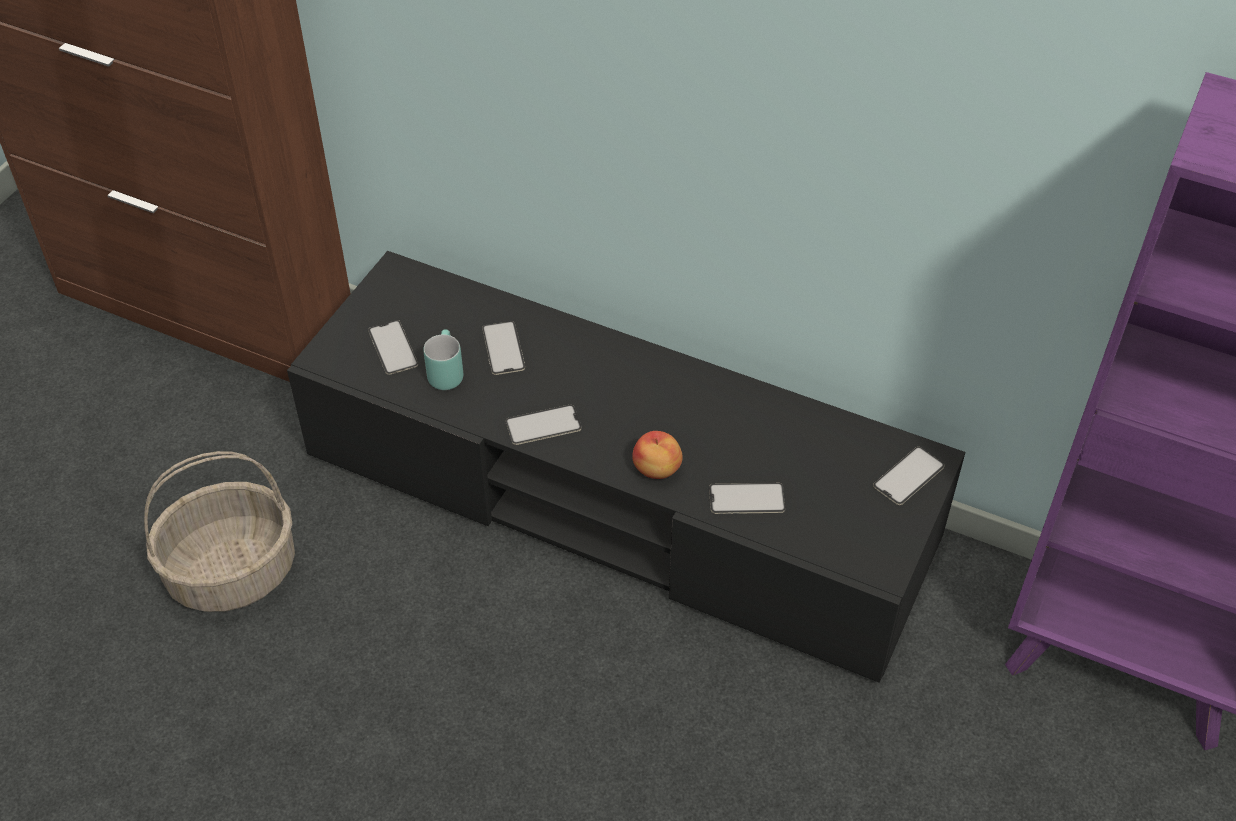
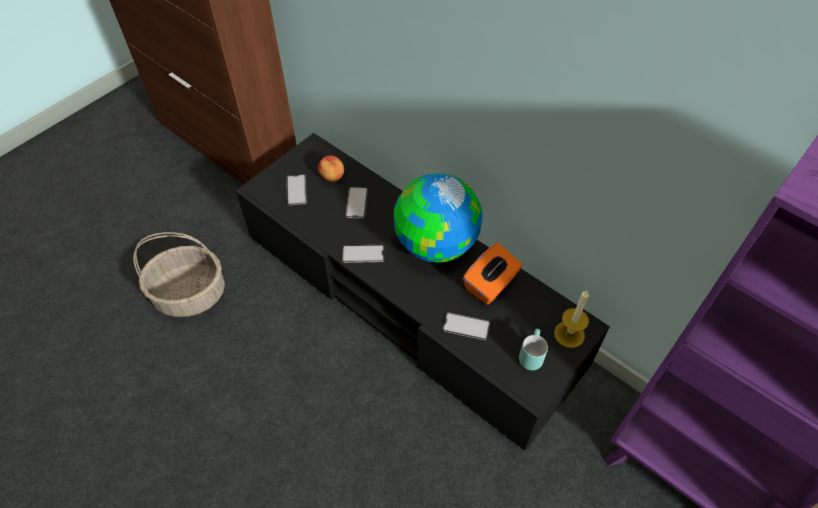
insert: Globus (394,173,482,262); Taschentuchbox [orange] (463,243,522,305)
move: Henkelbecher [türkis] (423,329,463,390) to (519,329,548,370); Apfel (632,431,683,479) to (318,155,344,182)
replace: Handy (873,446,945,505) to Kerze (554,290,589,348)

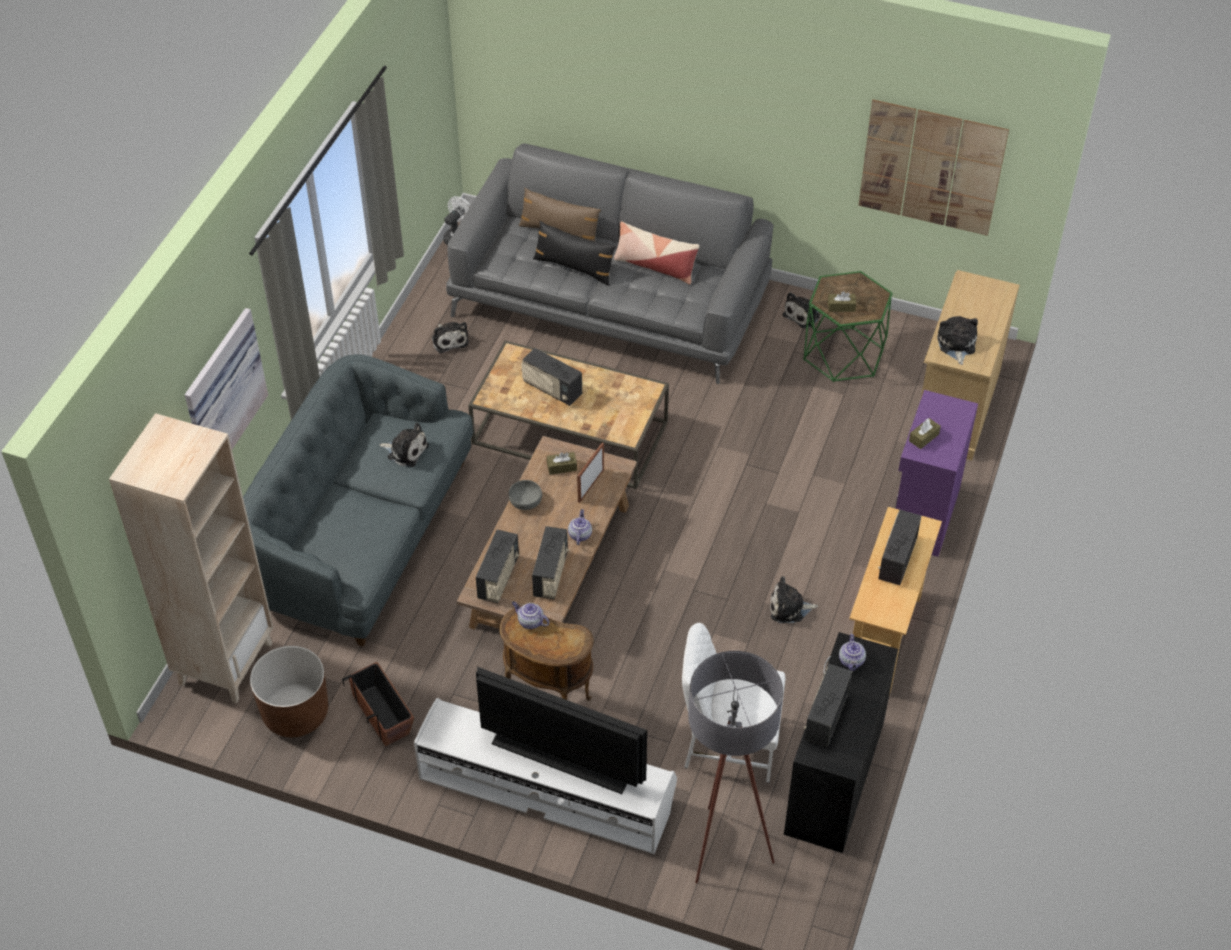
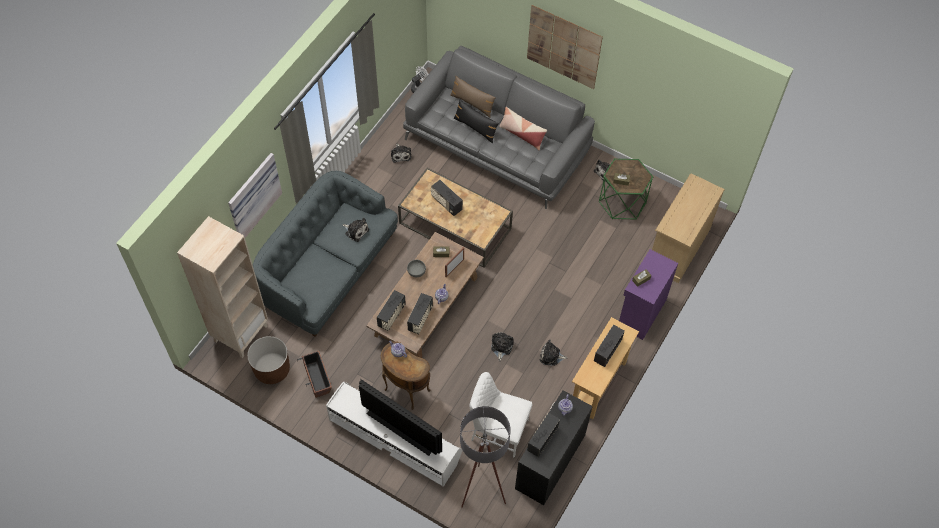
move: Bild (859,99,1009,236) to (527,5,603,89); Plüschtier (937,316,978,365) to (491,332,514,361)

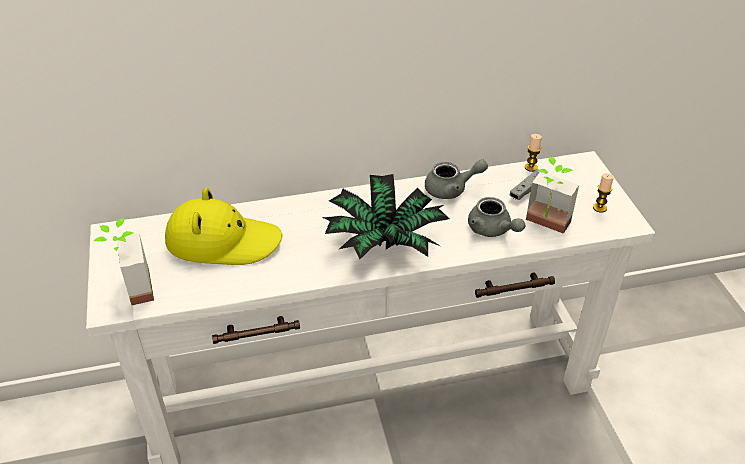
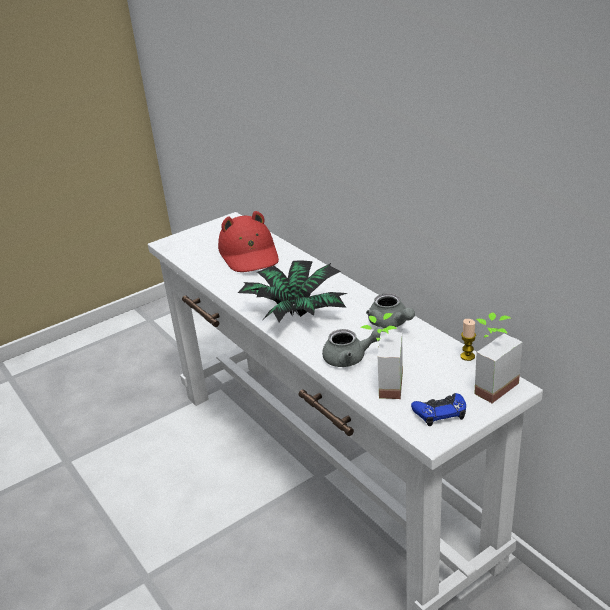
delete: Gamepad [grau] (510,169,547,200)
move: Topfpflanze (94,218,154,305) to (474,312,523,403)
replace: Kerze (593,173,614,213) to Gamepad [blau] (411,393,466,426)
recolor: Hut [gelb] (165,188,283,265) to Hut [rot] (218,211,279,272)
rotate: Teekanne [grau] (468,197,525,237) = (322,327,384,367) 120 degrees counterclockwise

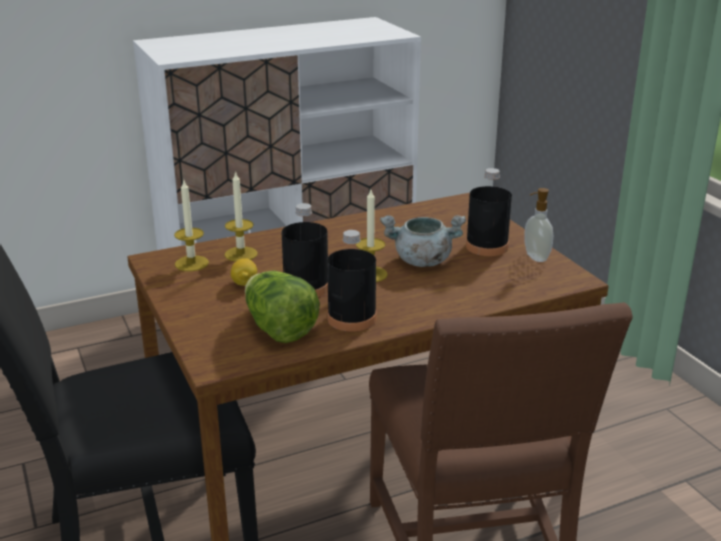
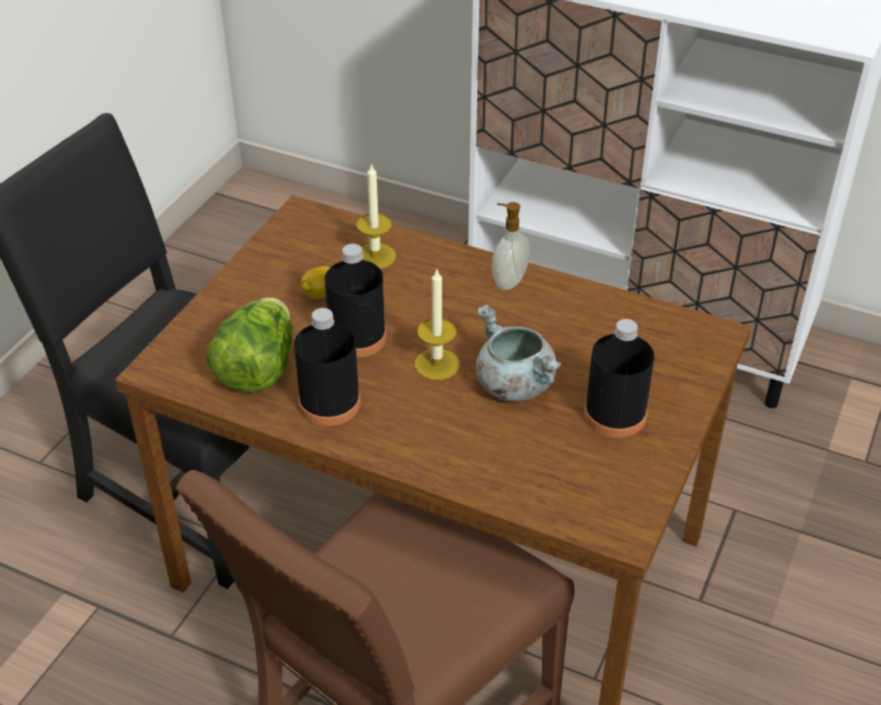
delete: Kerze (174,180,209,271)
move: Seifenspender (524,188,553,262) to (492,202,530,290)

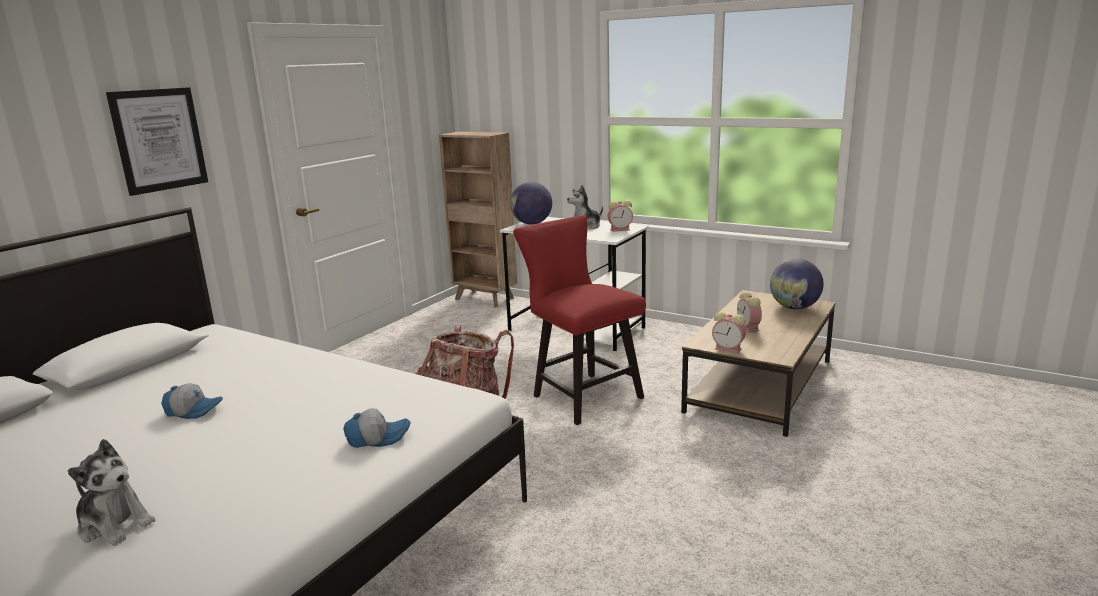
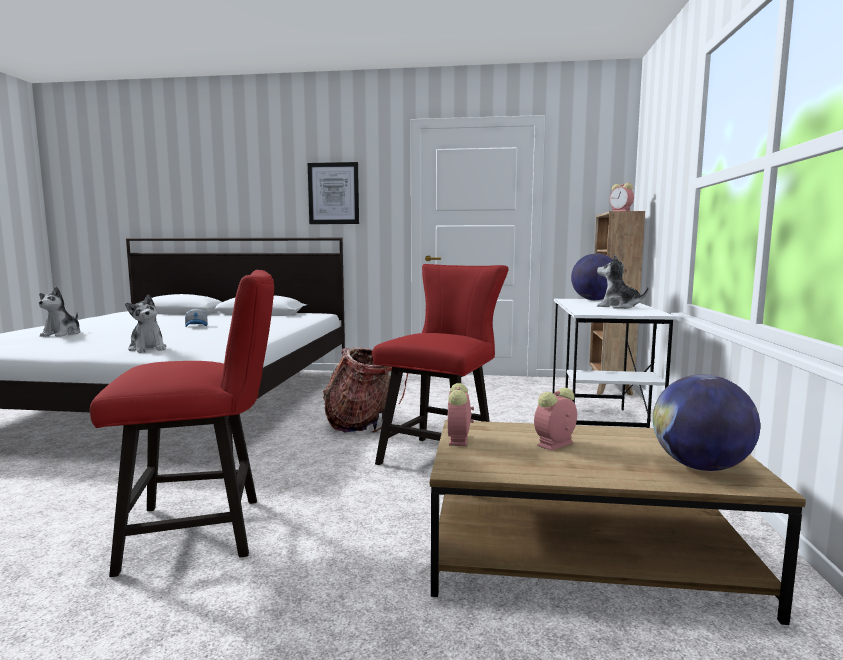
insert: Stuhl [rot] (90,270,274,577)
move: Wecker (608,200,633,232) to (610,183,634,211)
replace: Kappe (343,408,411,448) to Plüschtier (125,294,166,353)

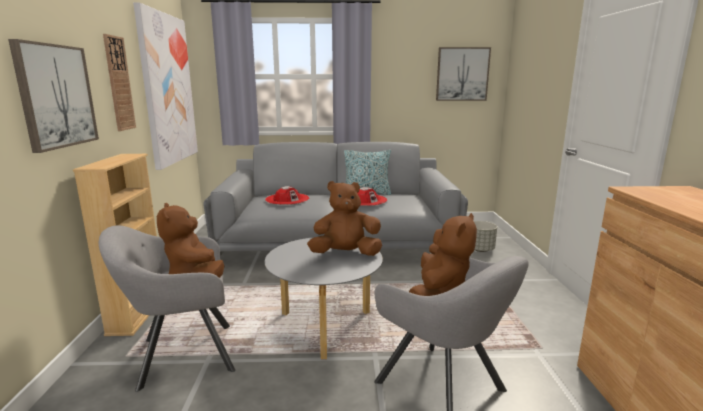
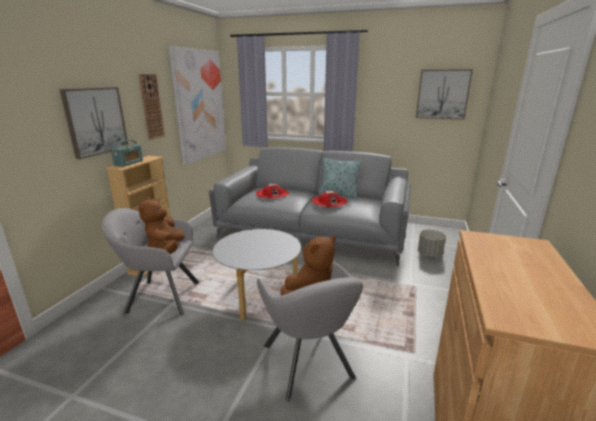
delete: Plüschtier [braun] (307,181,382,256)
insert: Radio (111,140,143,167)

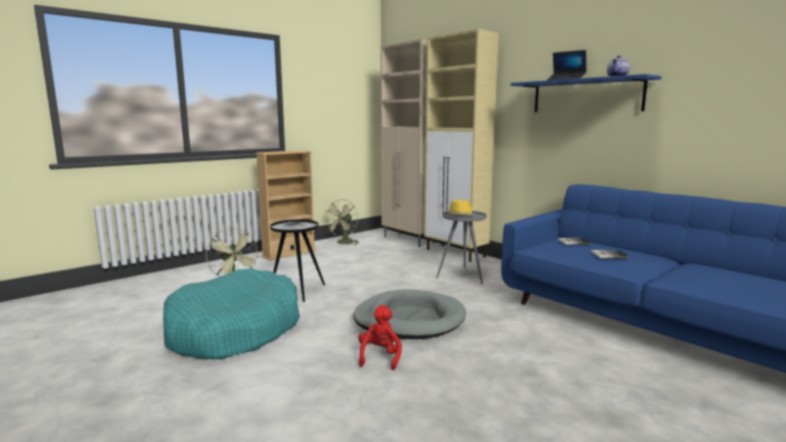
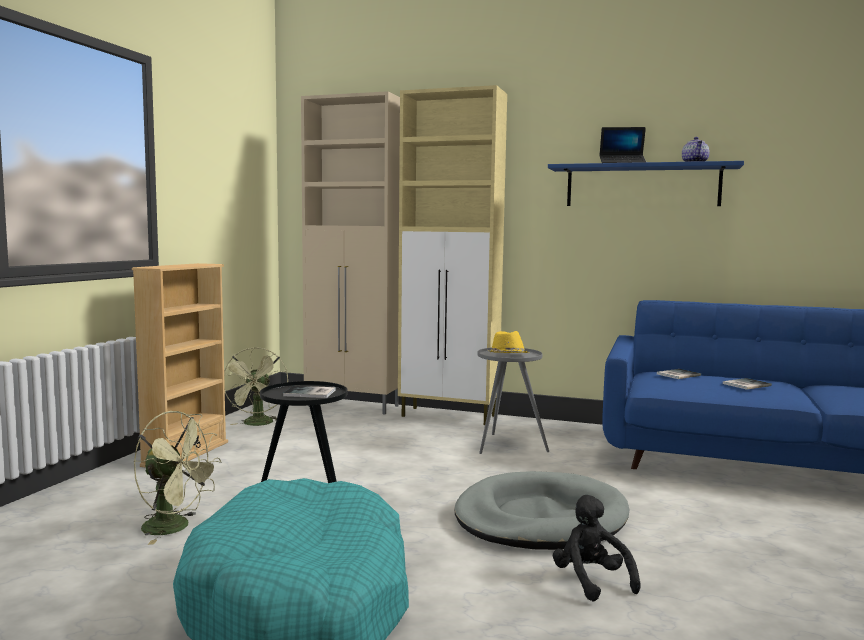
recolor: Plüschtier [rot] (358,305,402,370) to Plüschtier [schwarz] (553,495,641,602)

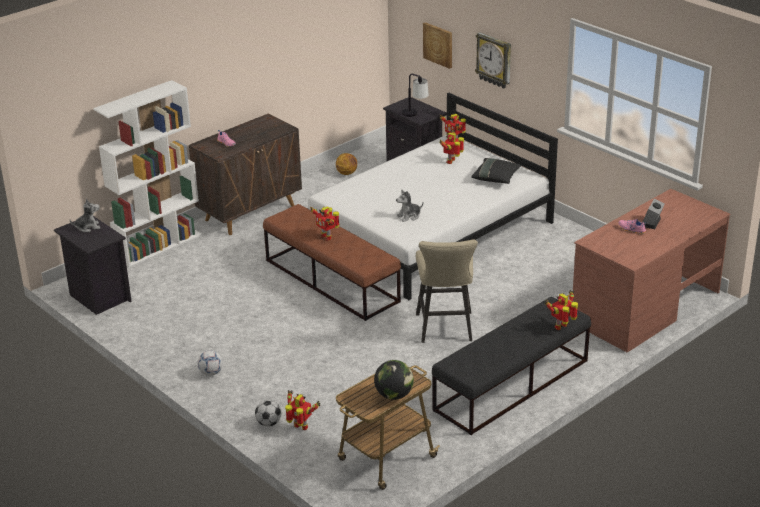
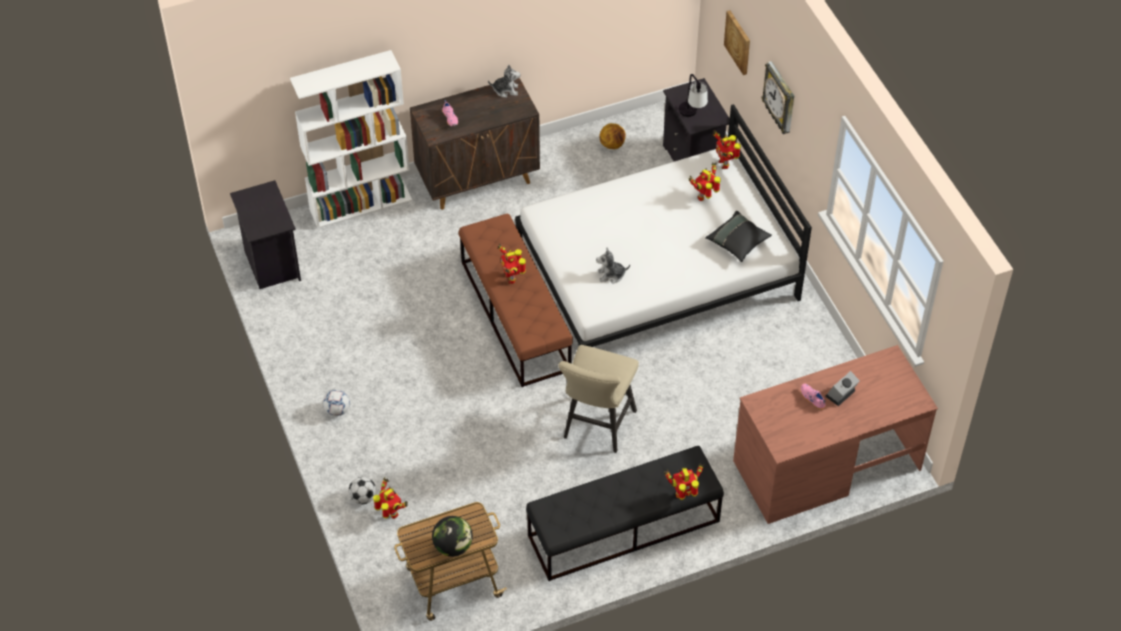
move: Plüschtier (70,198,100,232) to (488,65,520,98)

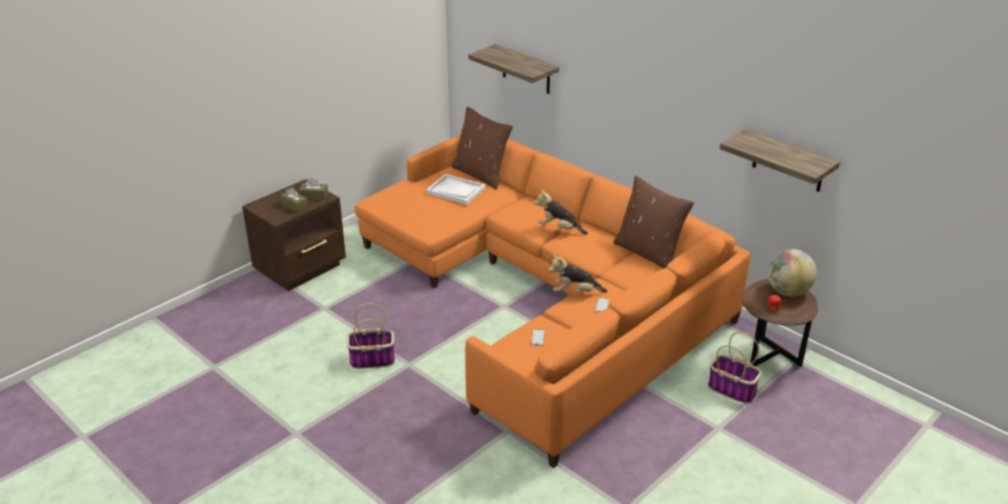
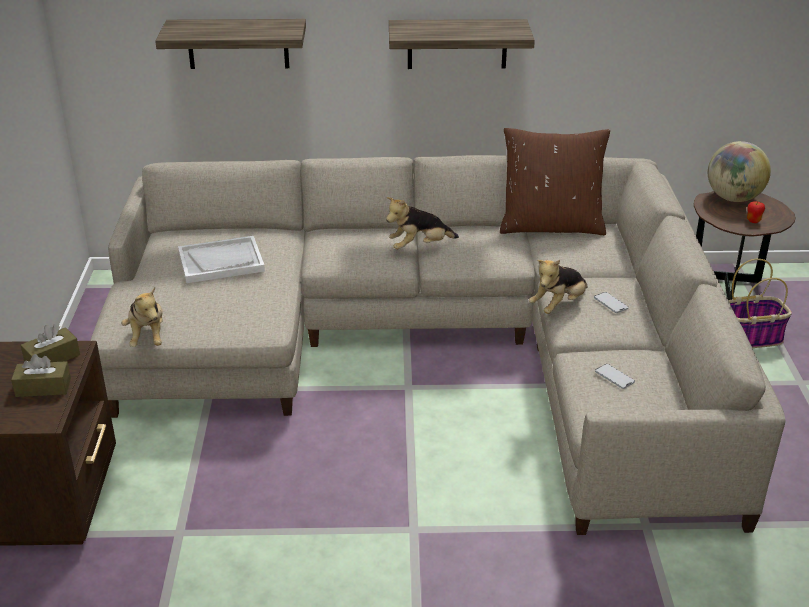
delete: Korb (346,303,395,369); Kissen [braun] (452,106,513,189)
insert: Plüschtier (121,287,163,347)
move: Wandregal (719,129,840,192) to (389,19,535,69)
recolor: Sofa [orange] (355,127,751,468) to Sofa [beige] (90,155,785,535)

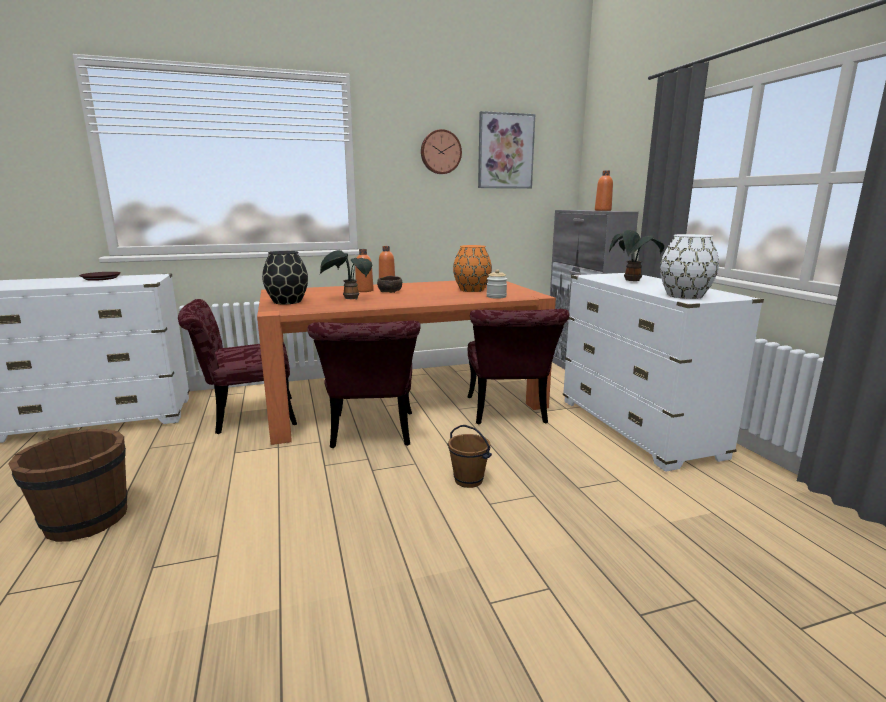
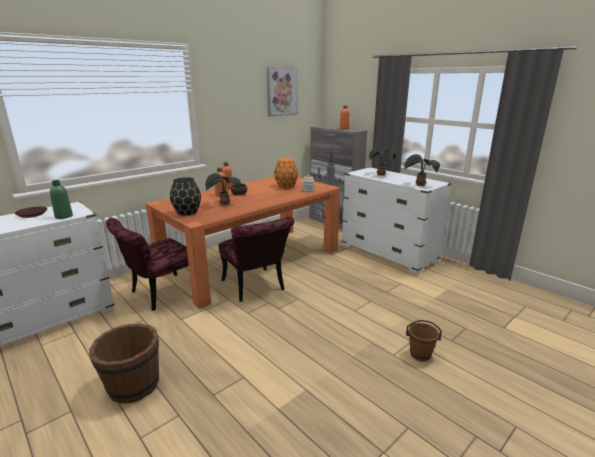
delete: Wanduhr (421,129,462,174); Stuhl [rot] (467,309,570,424)
insert: Flasche [grün] (50,180,73,219)
move: Eimer [braun] (448,425,492,488) to (406,320,442,361)
replace: Vase [weiß] (660,234,719,299) to Topfpflanze (404,154,440,186)

